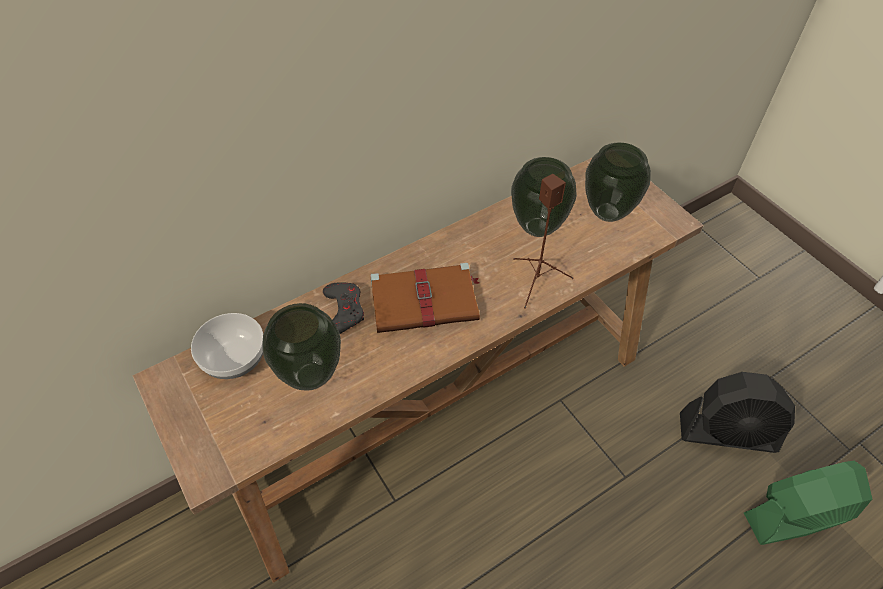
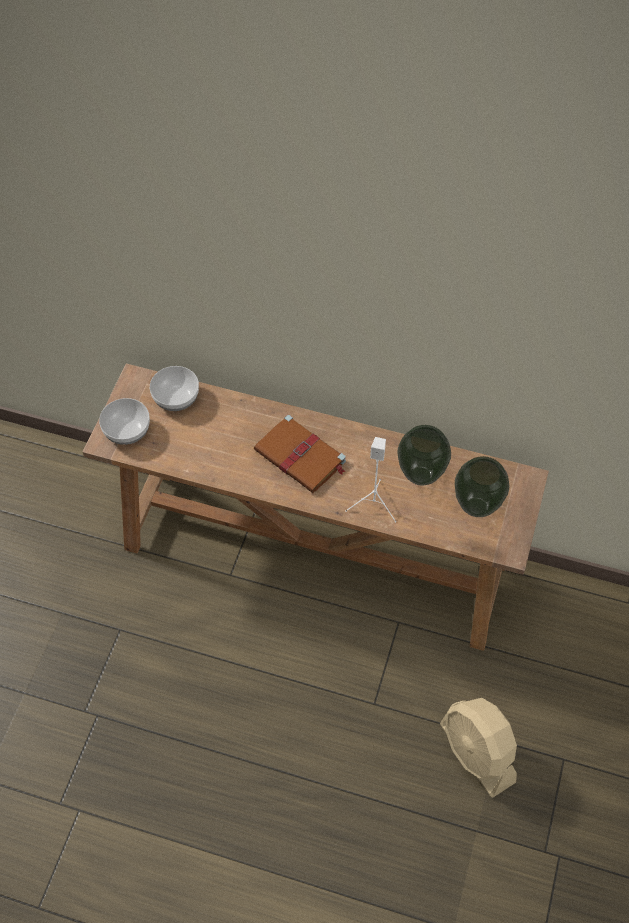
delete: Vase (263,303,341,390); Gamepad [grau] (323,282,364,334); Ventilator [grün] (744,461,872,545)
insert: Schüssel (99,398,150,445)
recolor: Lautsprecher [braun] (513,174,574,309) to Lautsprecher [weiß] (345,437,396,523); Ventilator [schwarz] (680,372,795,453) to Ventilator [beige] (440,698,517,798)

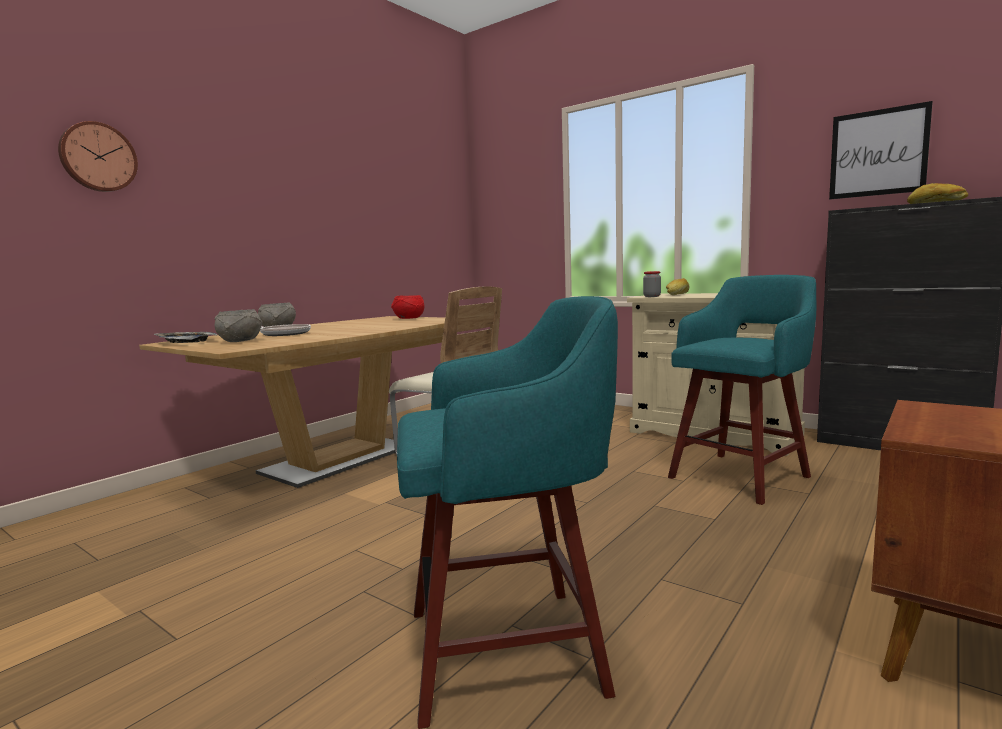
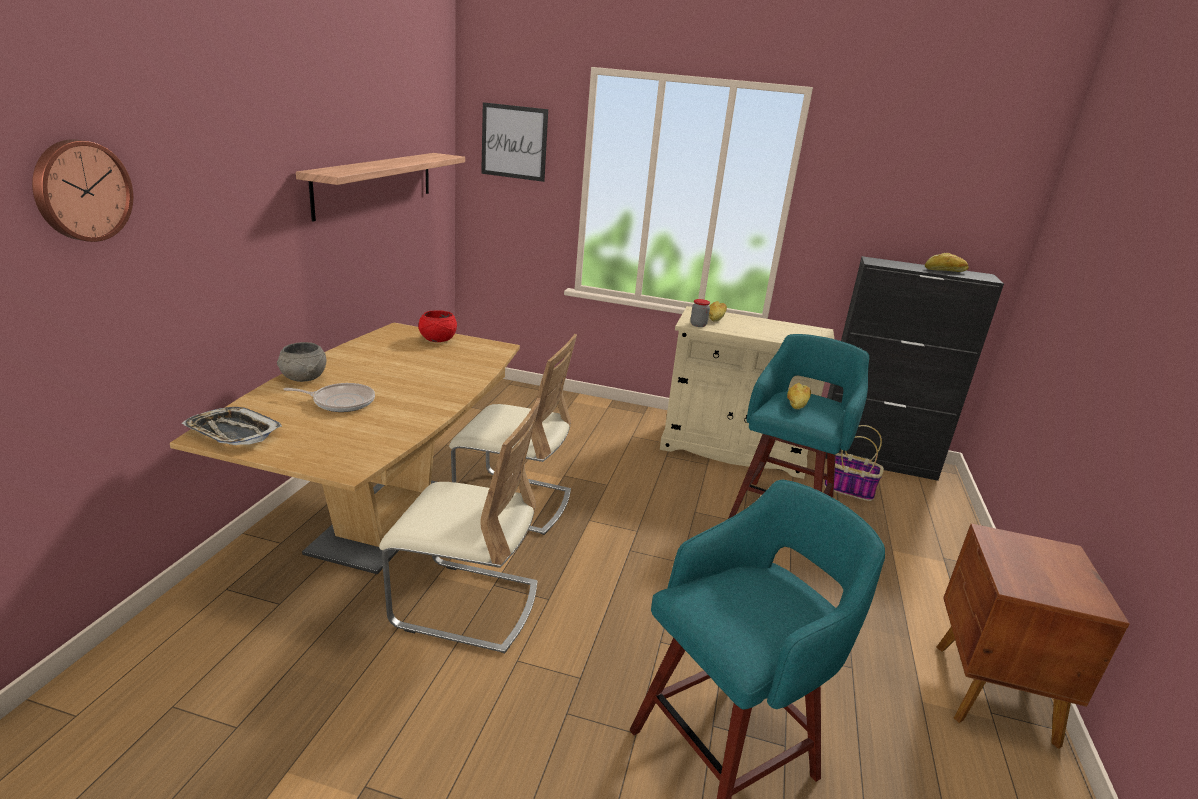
delete: Schüssel [grau] (215,309,262,342)
insert: Wandregal (296,153,465,222); Stuhl [beige] (379,398,541,654); Brot (787,383,811,409); Korb (824,425,884,501)
move: Bild (829,101,933,199) to (481,102,548,182)

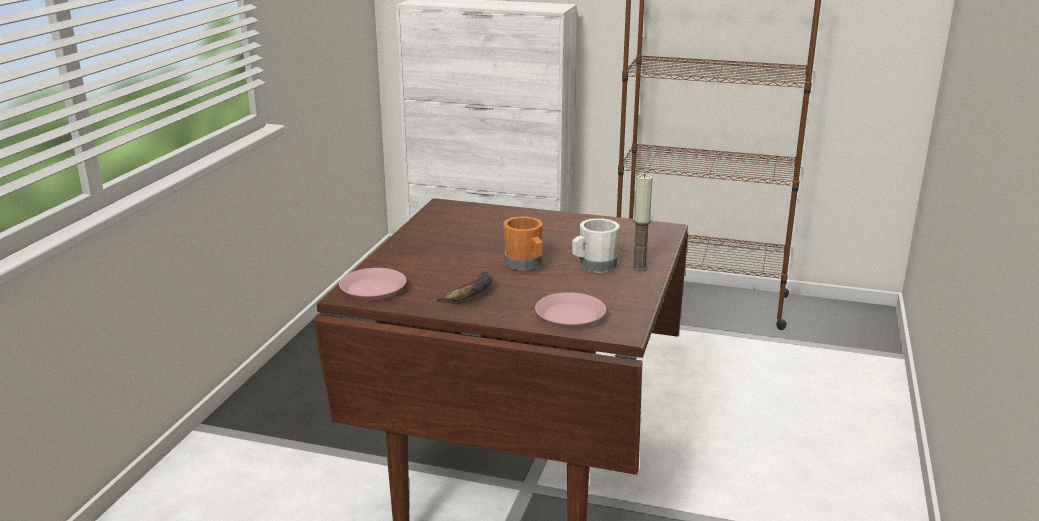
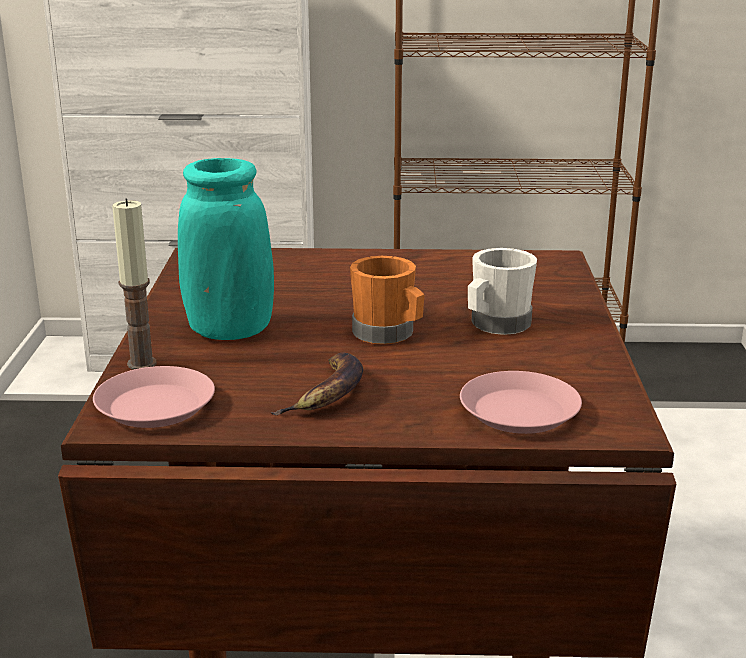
insert: Vase [türkis] (178,158,274,340)
move: Kerze (631,174,653,271) to (112,199,156,370)

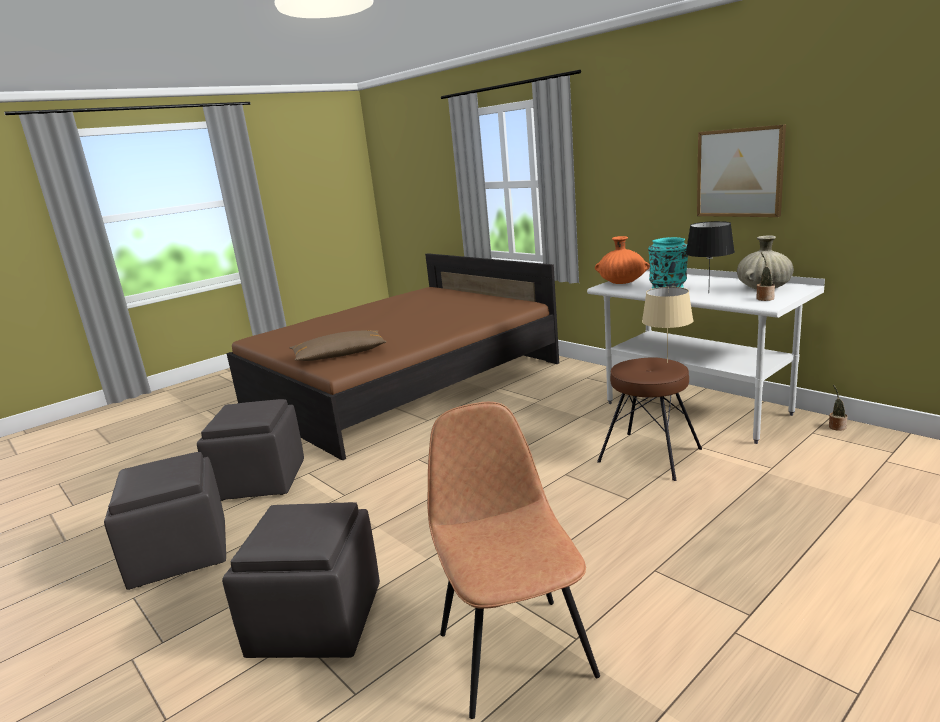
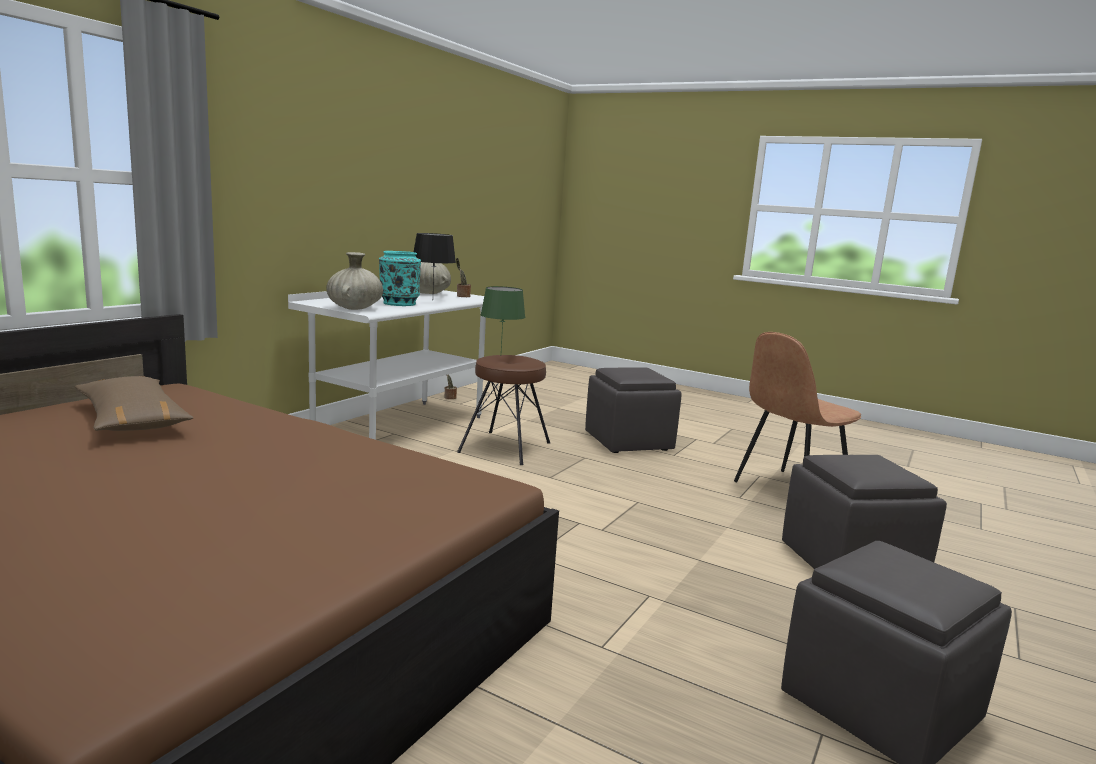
delete: Bild (697,124,786,217)
move: Polsterhocker [grau] (197,399,304,501) to (585,367,682,453); Kissen [braun] (290,330,387,361) to (74,376,194,431)
recolor: Vase [orange] (595,236,650,284) to Vase [beige] (326,252,383,310); Tischlampe [beige] (642,287,693,363) to Tischlampe [grün] (481,286,525,350)

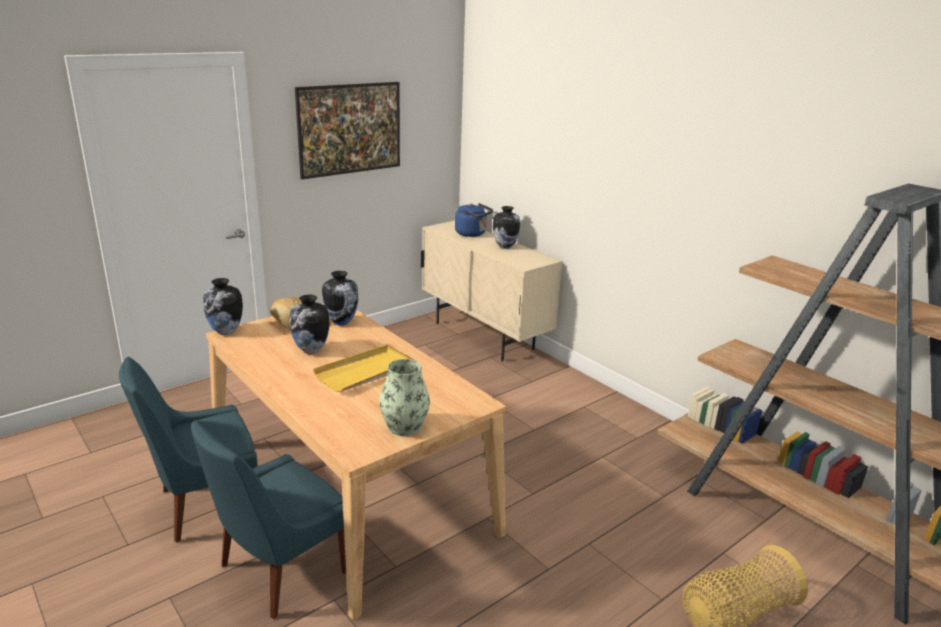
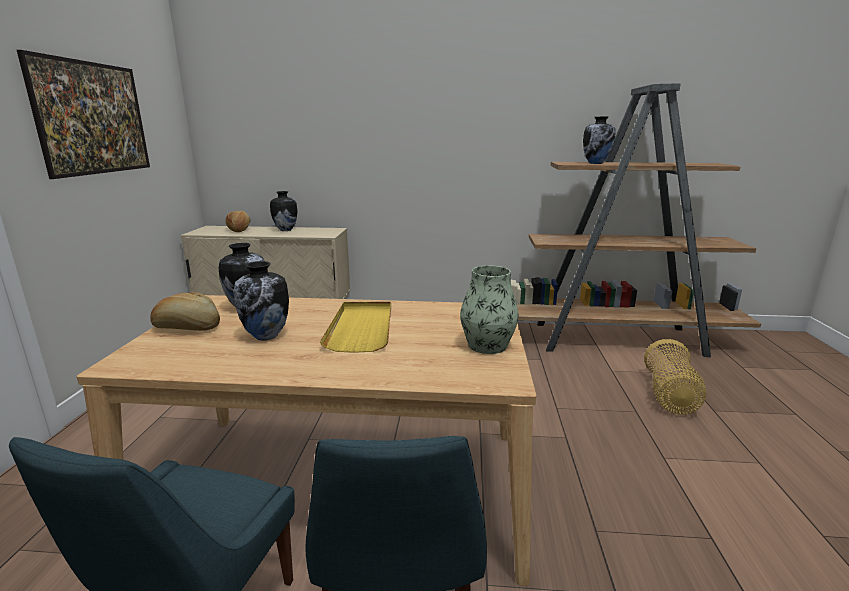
move: Vase (202,278,243,335) to (583,117,616,164)
replace: Wasserkessel [blau] (455,203,493,237) to Brot (225,211,250,232)

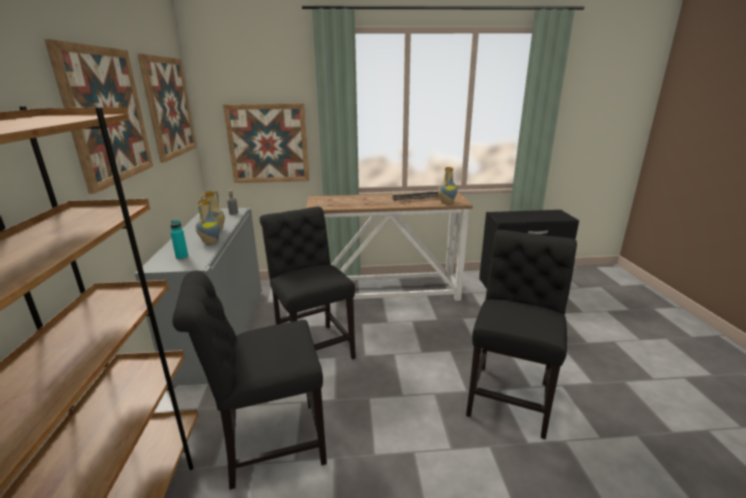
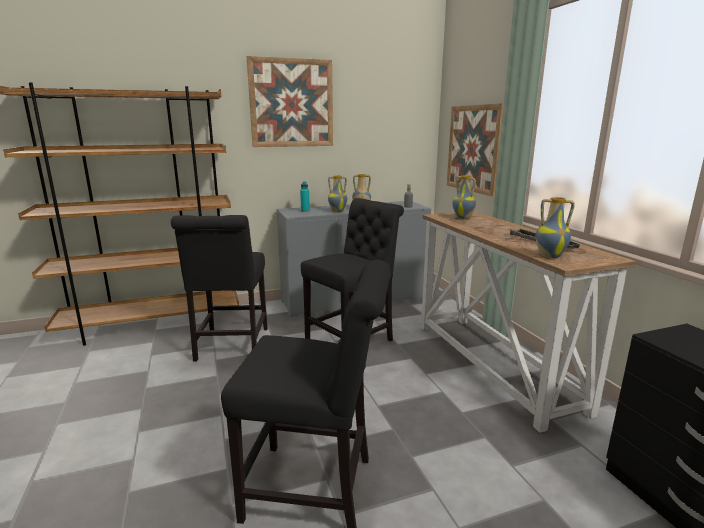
delete: Bild (138,54,196,163)
insert: Vase (452,176,476,219)
rotate: Stuhl [schwarz] (172,270,327,490) = (171,215,268,362) 150 degrees counterclockwise

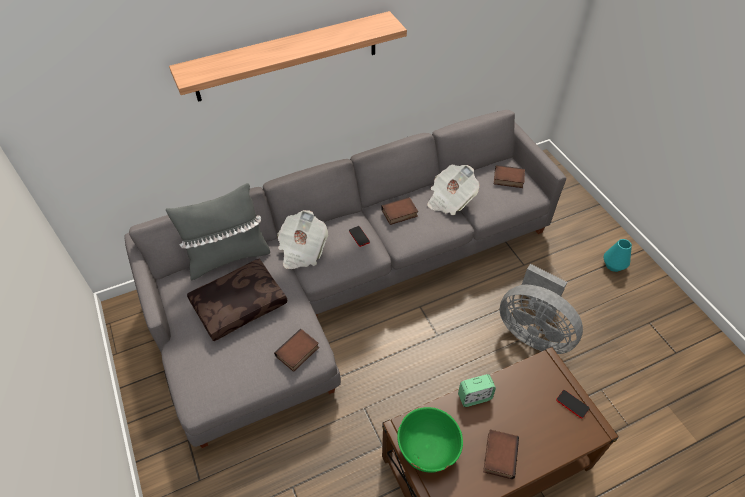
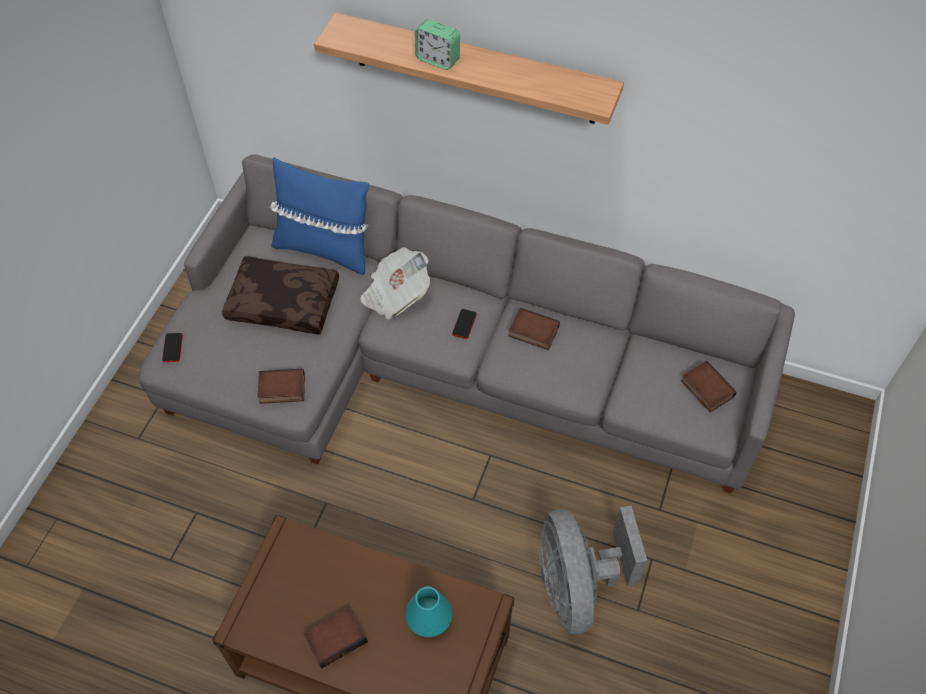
delete: Schüssel [grün] (397,407,463,473); Zeitung (427,164,479,215)
move: Wecker (458,374,496,407) to (415,19,460,70); Handy (556,390,590,419) to (162,333,183,362); Vase [türkis] (604,239,632,272) to (405,586,452,637)
recolor: Kissen [grau] (166,183,270,280) to Kissen [blau] (270,157,369,275)

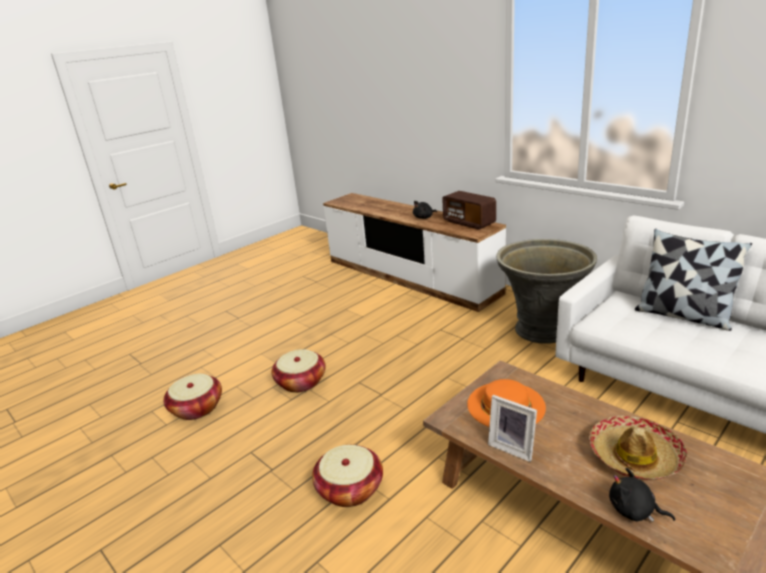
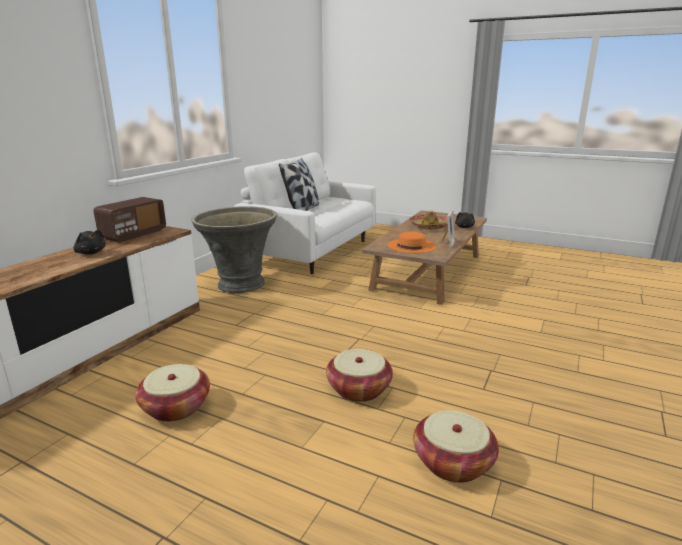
move: Korb (312,445,383,507) to (135,364,210,422)

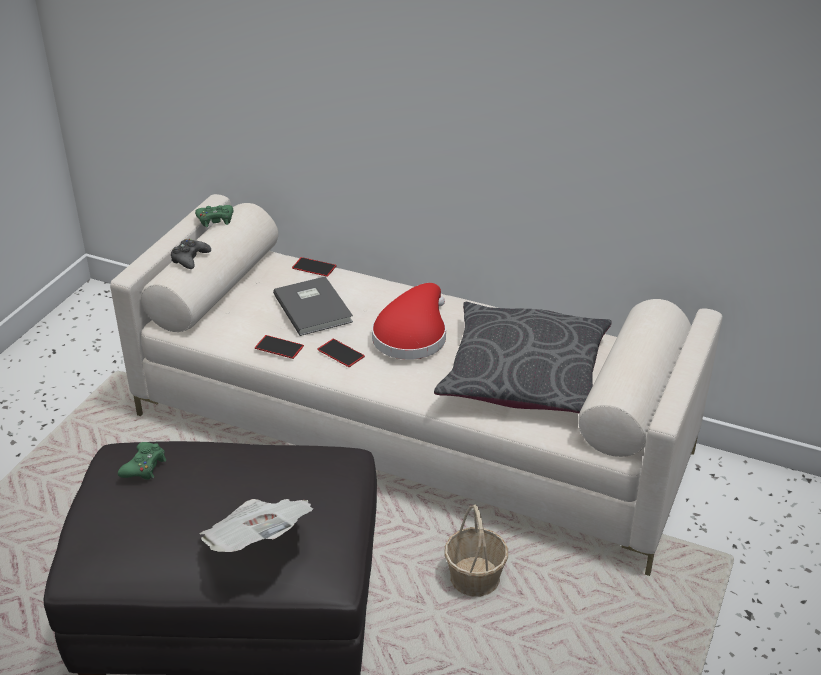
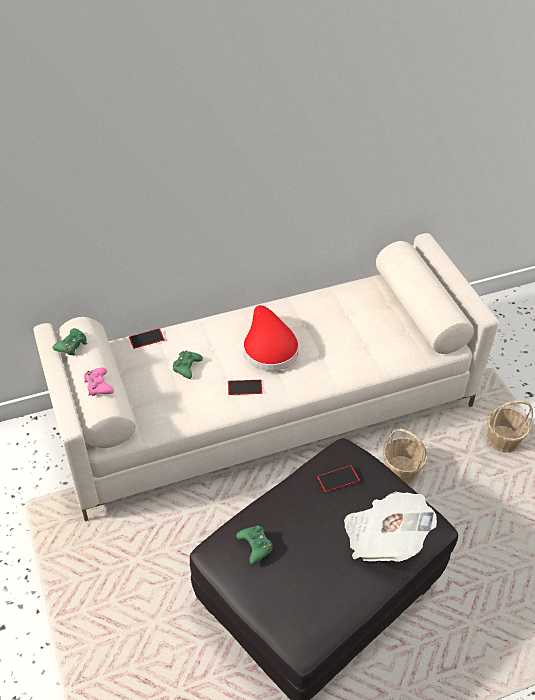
delete: Kissen [grau] (434,302,611,413)
insert: Korb (487,400,533,453)
move: Handy (255,335,304,359) to (317,465,360,492)
replace: Buch [grau] (273,276,353,336) to Gamepad [grün] (173,351,203,379)
recolor: Gamepad [schwarz] (171,239,211,269) to Gamepad [rosa] (84,368,114,396)

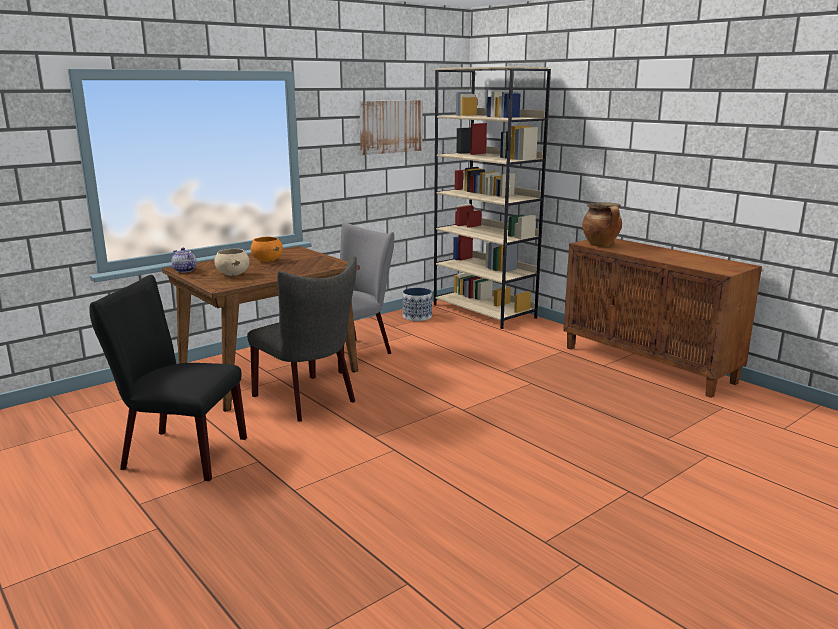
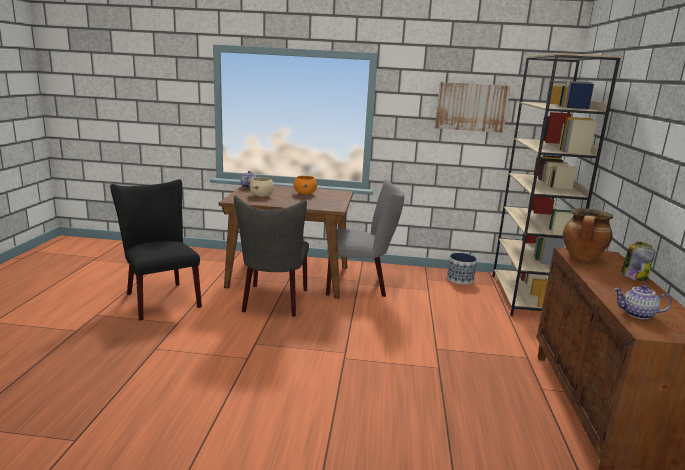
insert: Teekanne (614,285,672,319); Vorratsglas (621,242,655,281)

